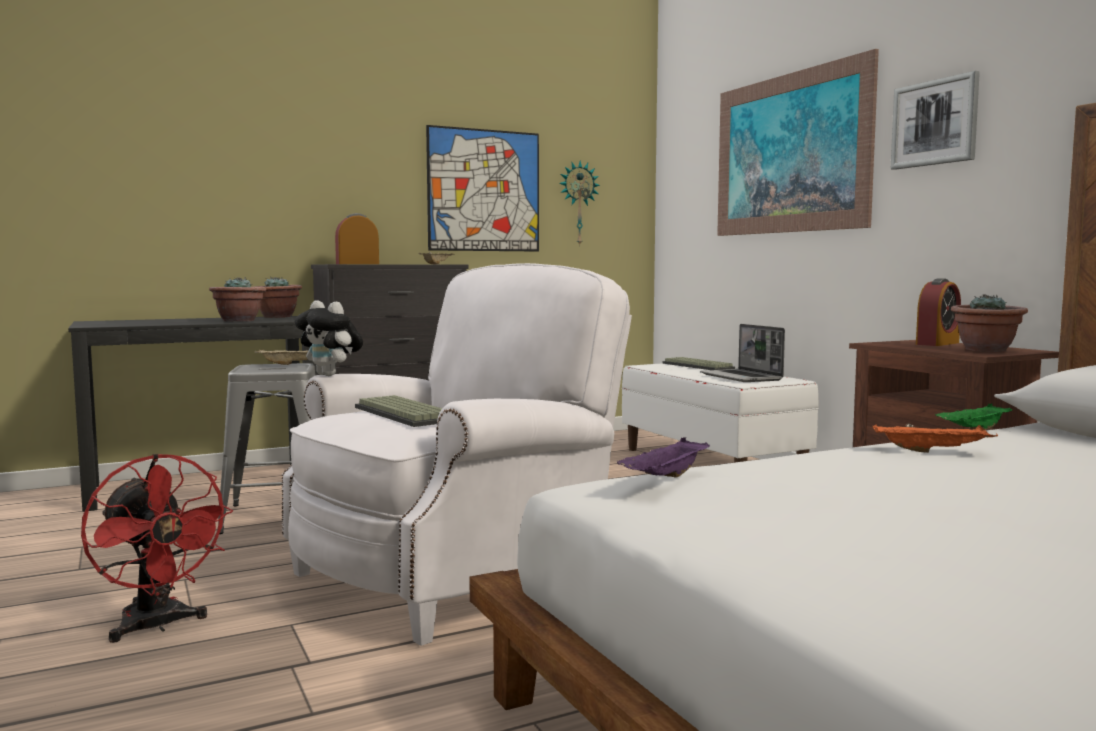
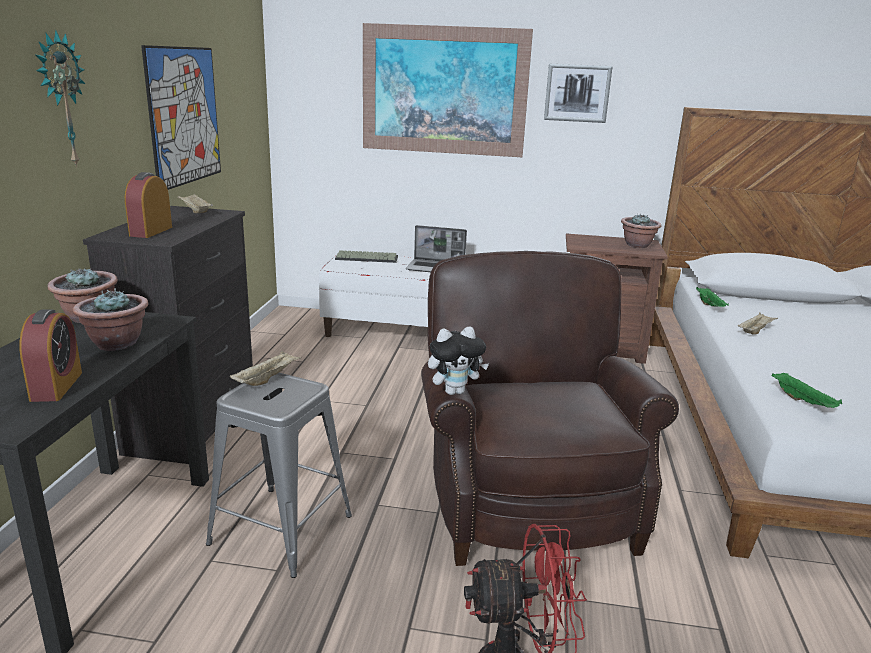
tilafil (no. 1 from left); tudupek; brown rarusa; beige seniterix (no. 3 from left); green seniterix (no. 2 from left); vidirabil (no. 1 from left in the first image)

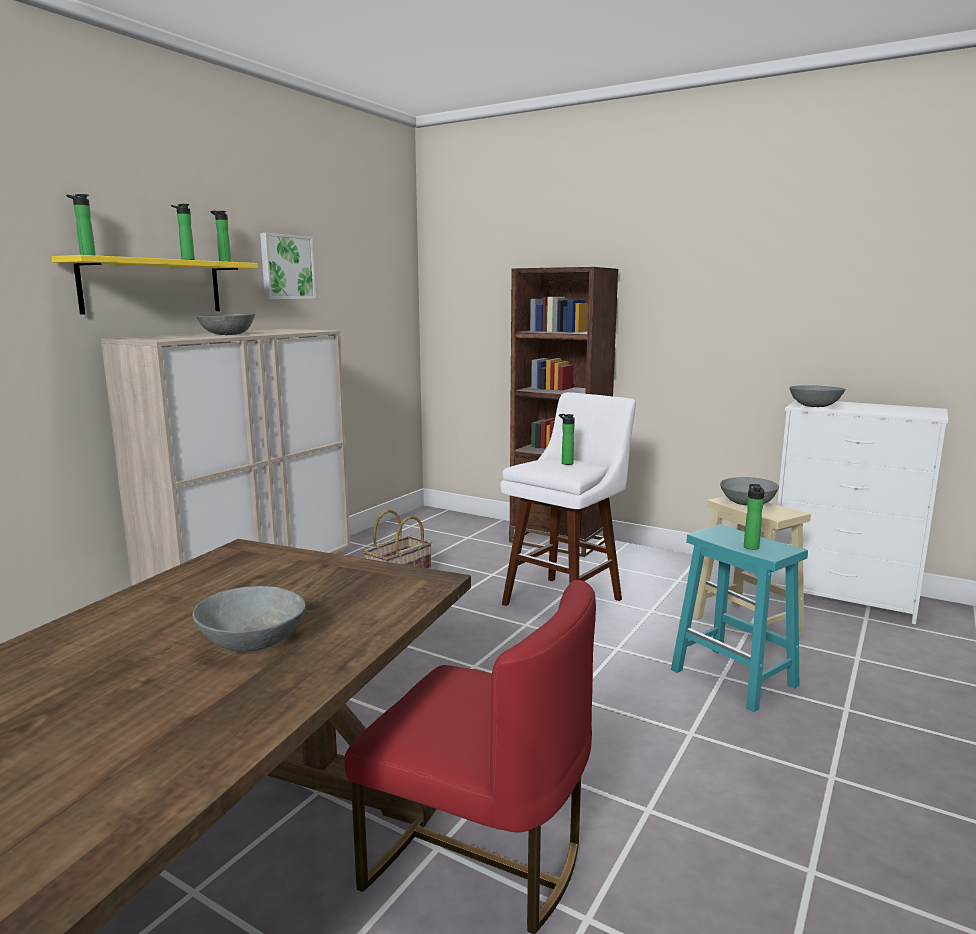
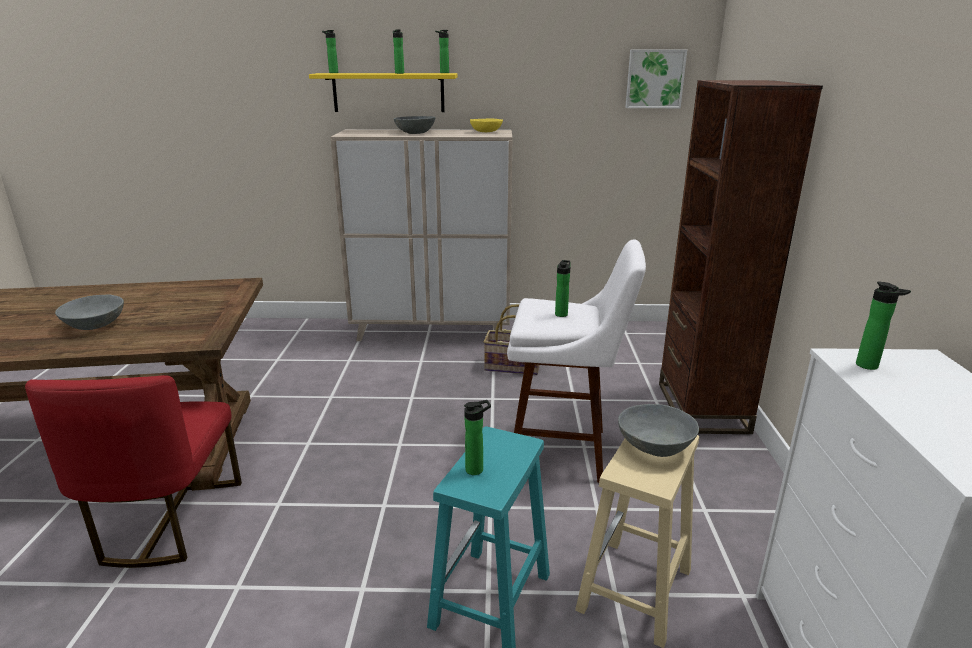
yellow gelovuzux; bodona; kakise (no. 6 from left)

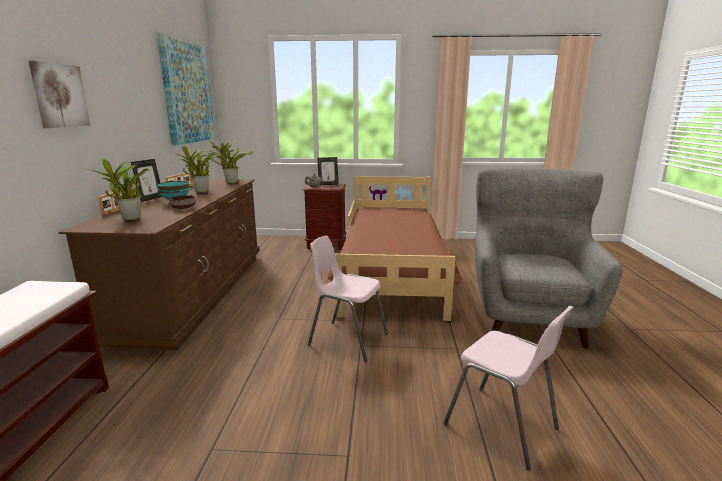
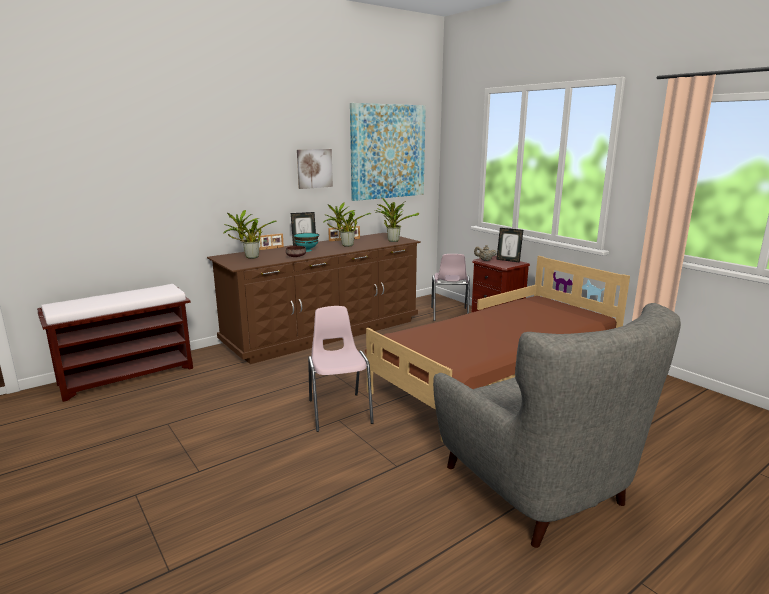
bodona (no. 1 from left); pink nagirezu (no. 2 from left); grey rarusa

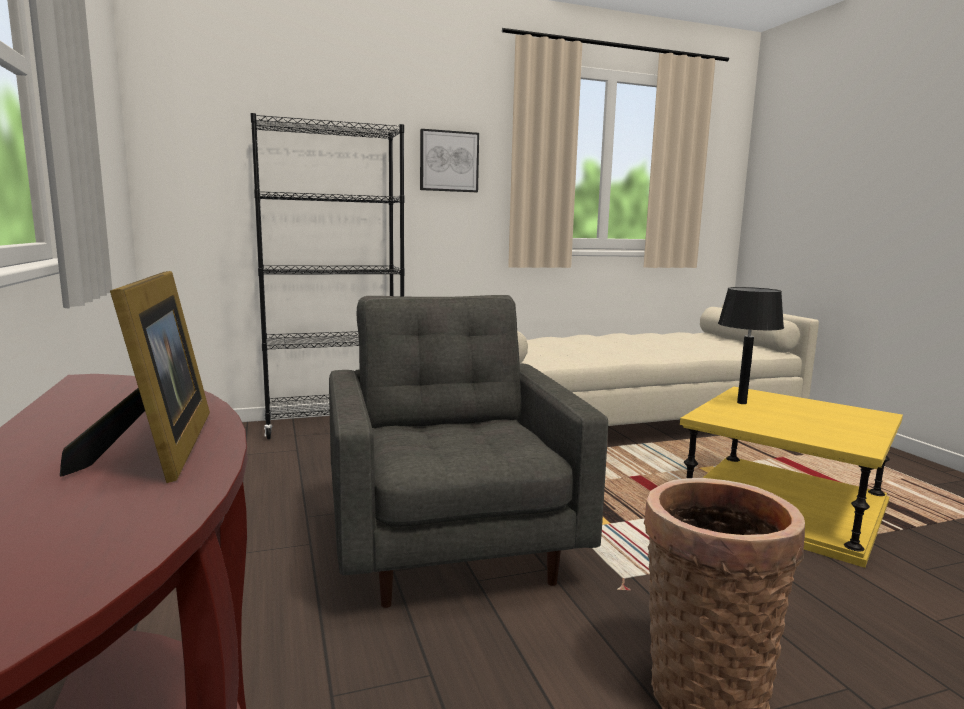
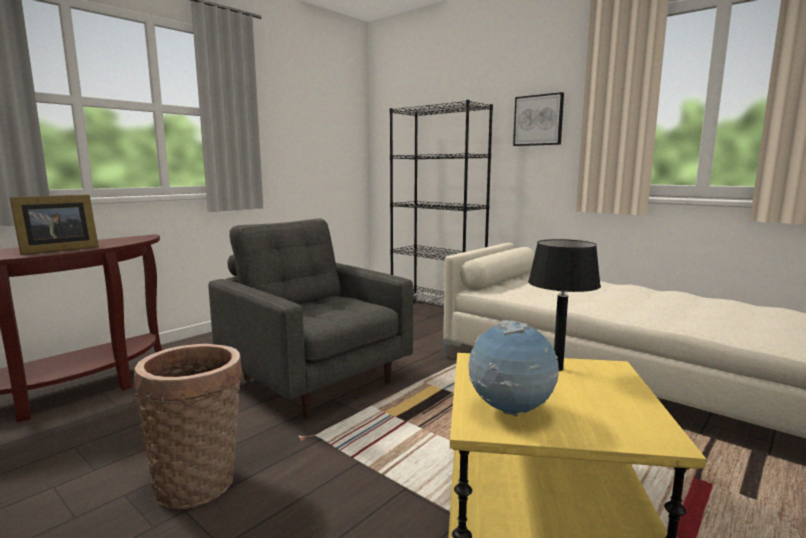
grey rarusa; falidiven

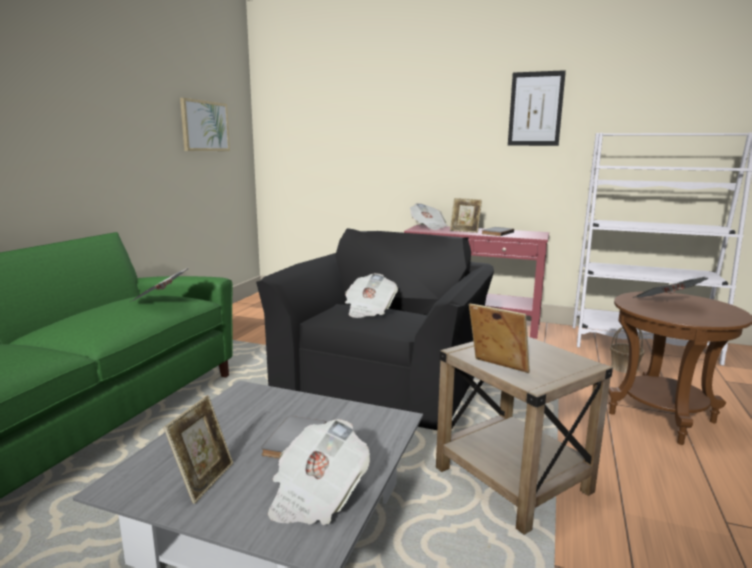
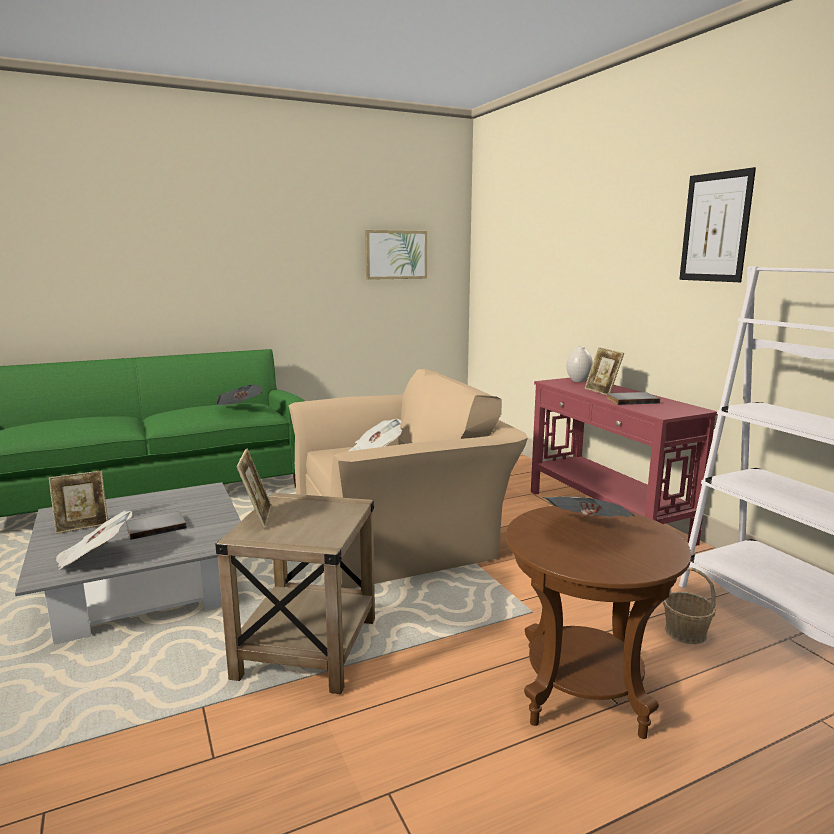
beige rarusa; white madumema

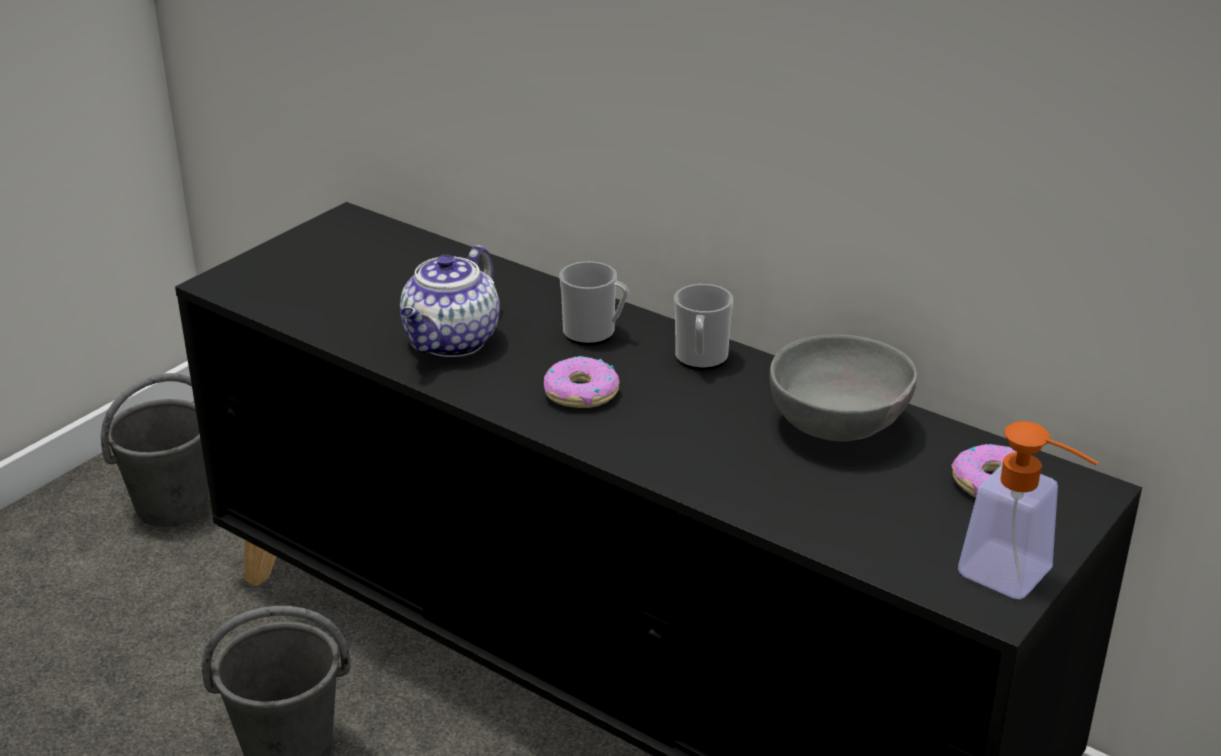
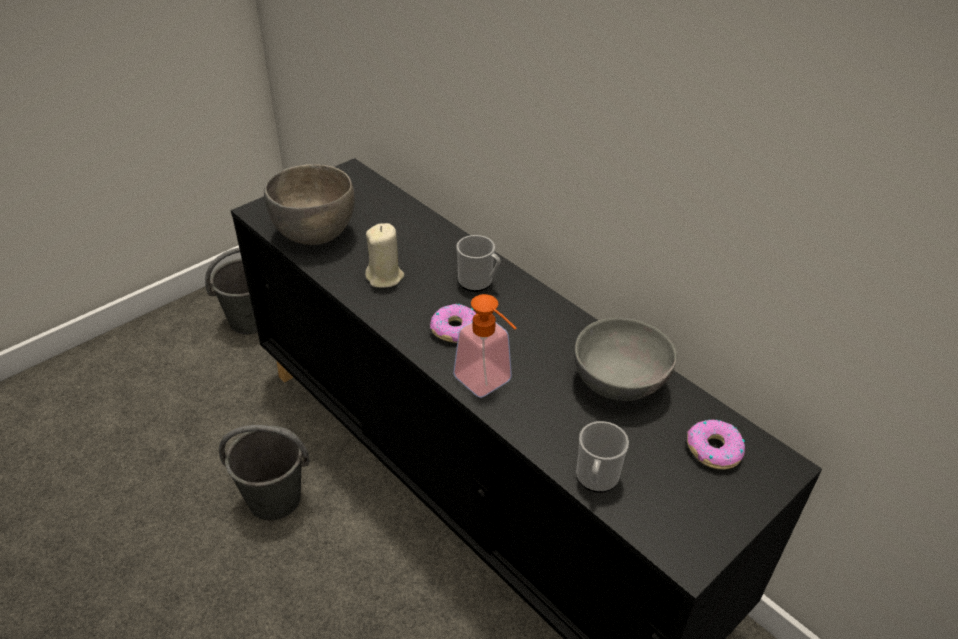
grey gelovuzux (no. 1 from left); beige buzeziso; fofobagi; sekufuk (no. 2 from left)

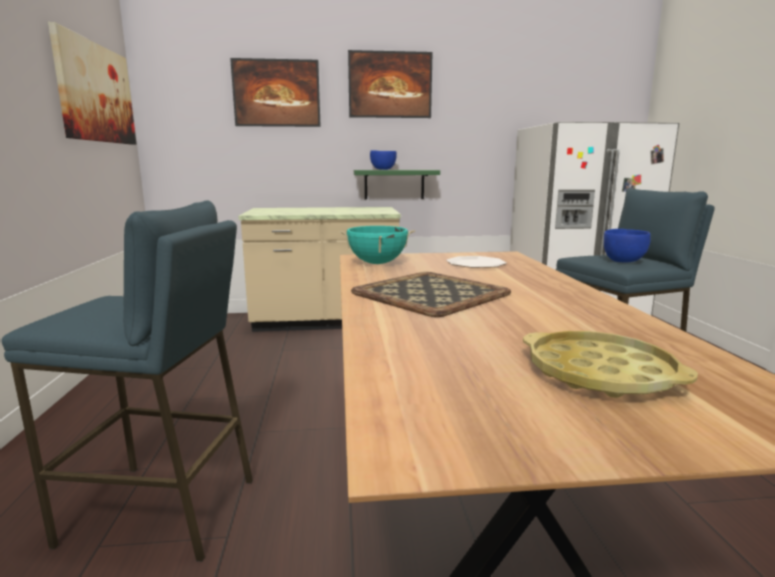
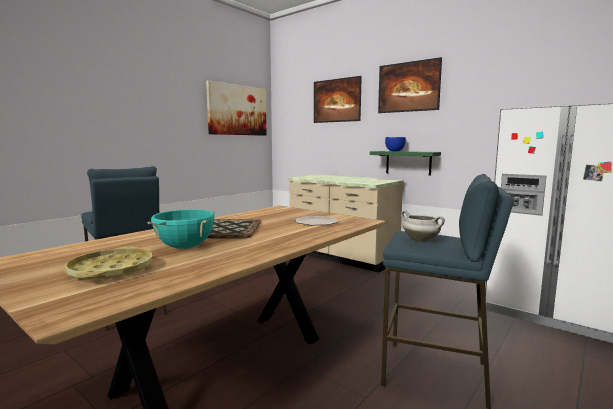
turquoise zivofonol; white zivofonol

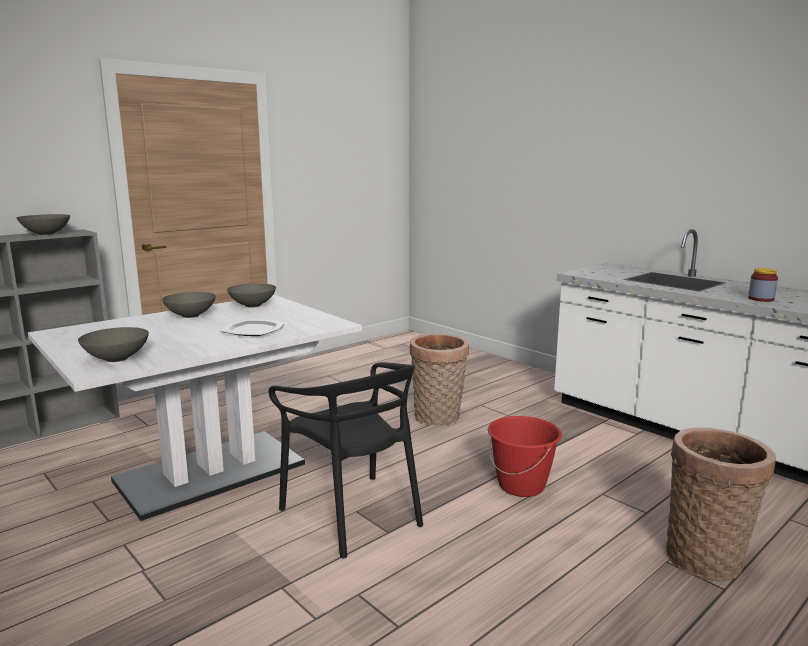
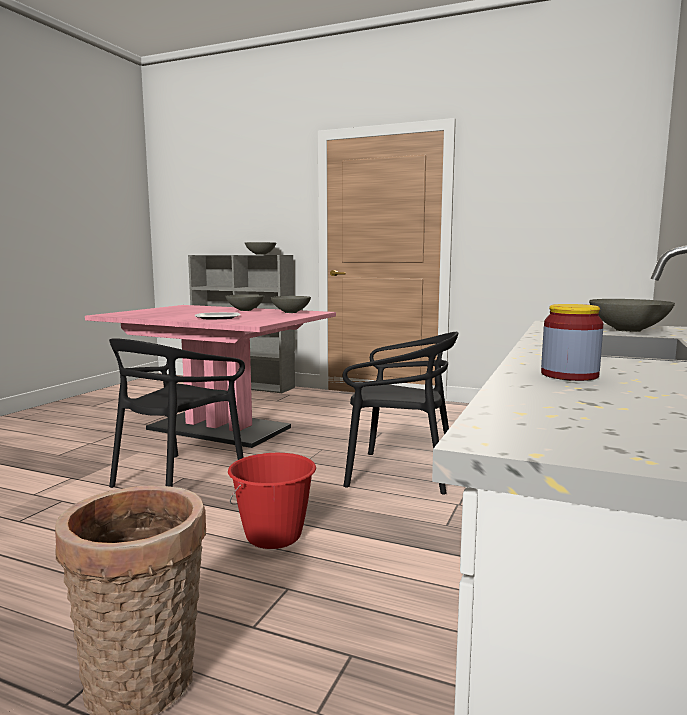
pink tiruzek; black nagirezu (no. 2 from left); grey gelovuzux (no. 4 from left)

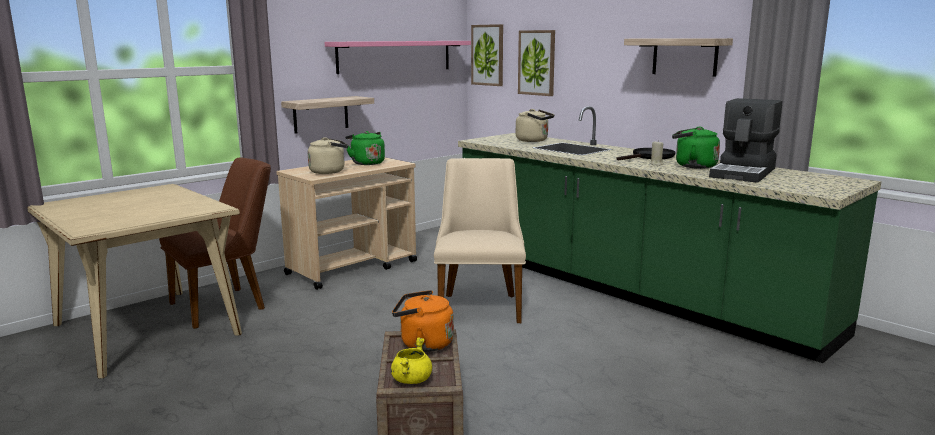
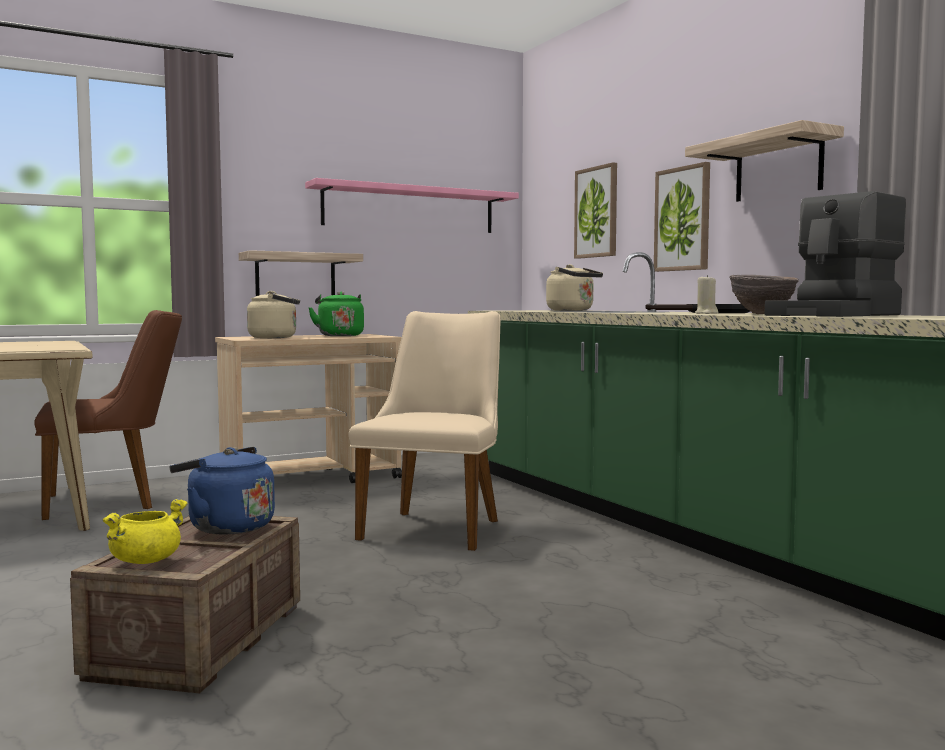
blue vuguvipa; bodona (no. 2 from left); brown gelovuzux

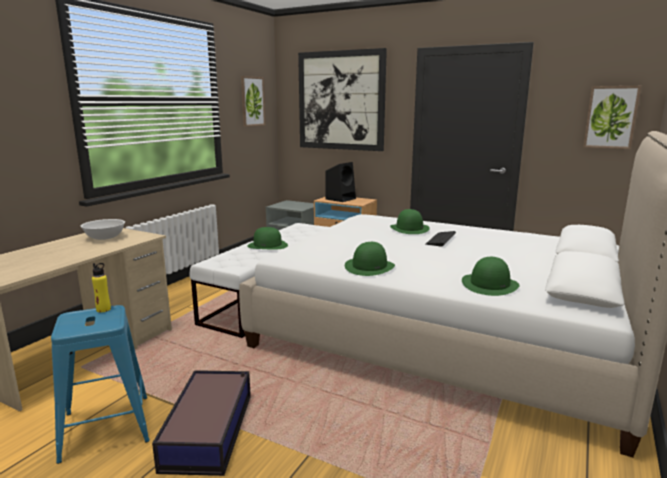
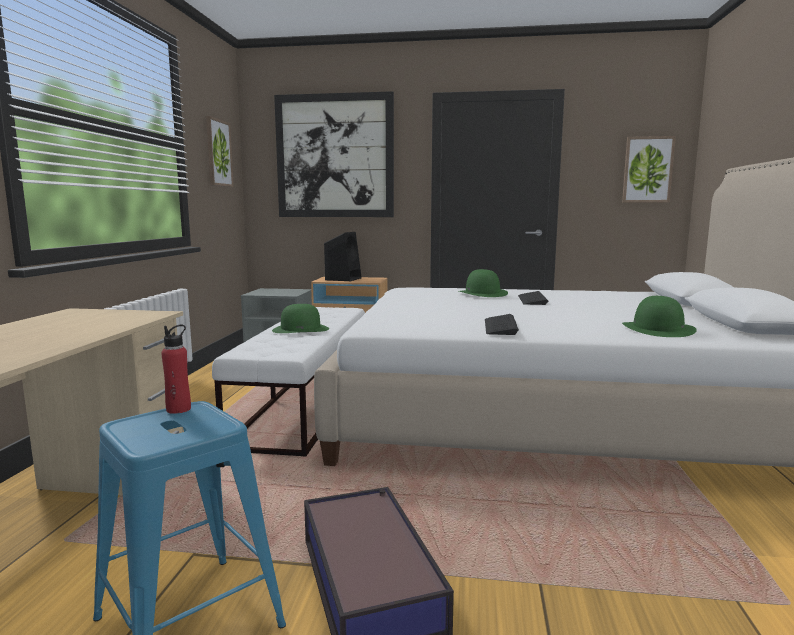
red kakise; vidirabil (no. 1 from left); white gelovuzux

